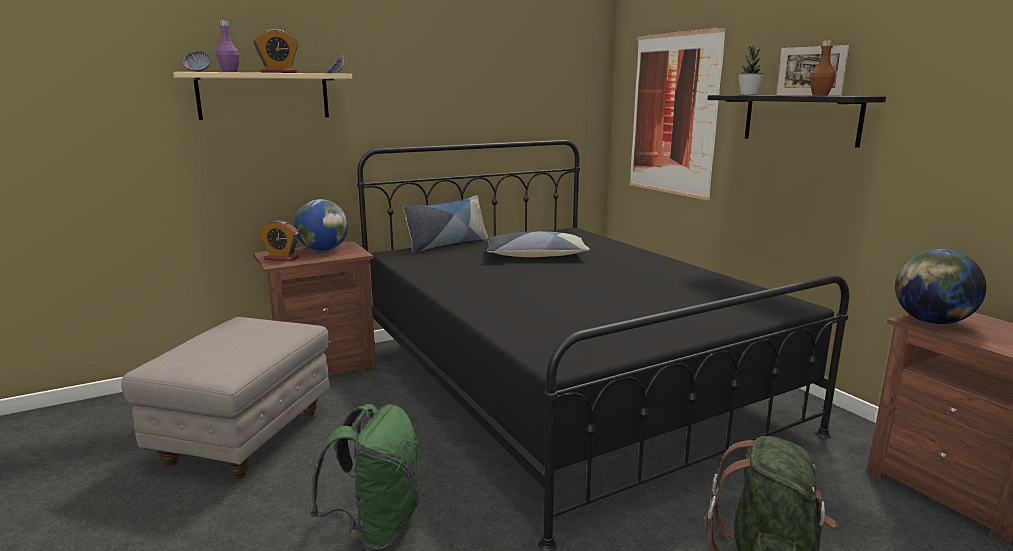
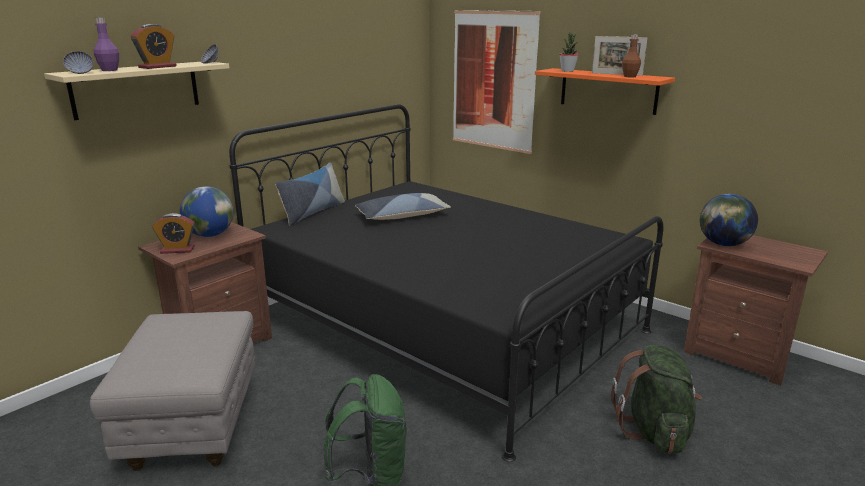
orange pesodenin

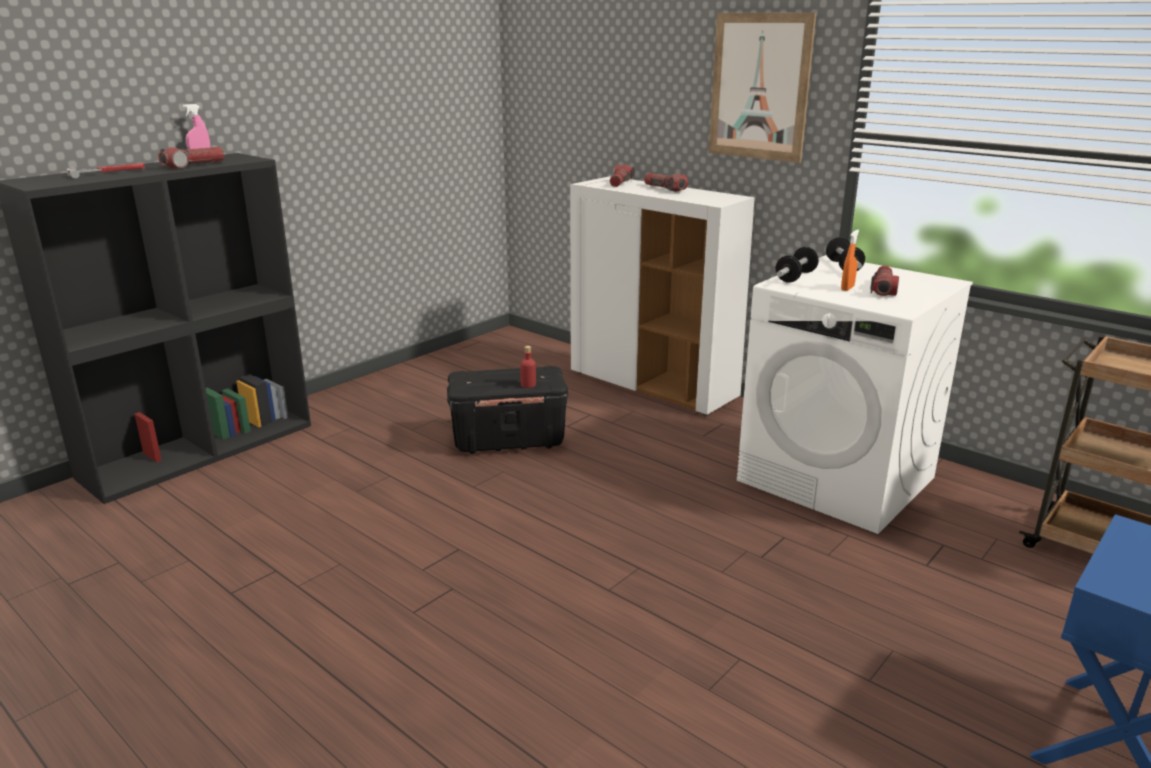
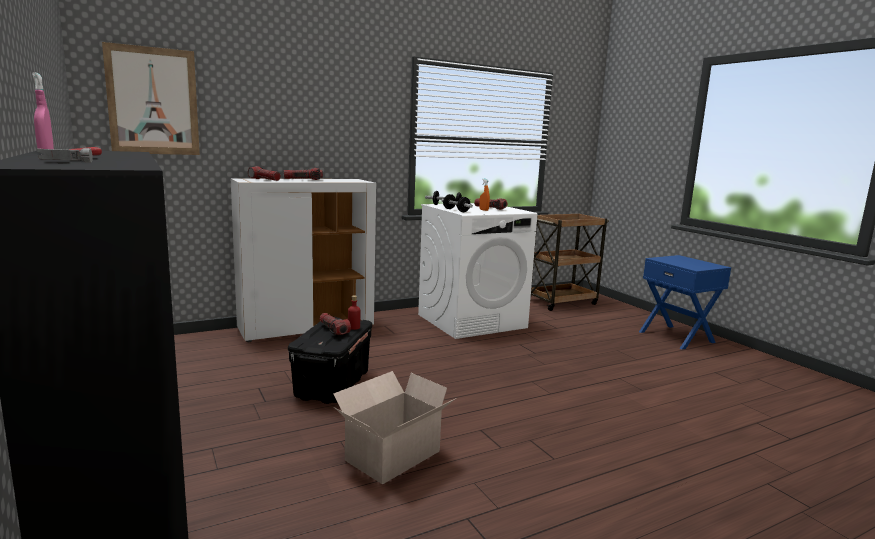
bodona; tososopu (no. 3 from left); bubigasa

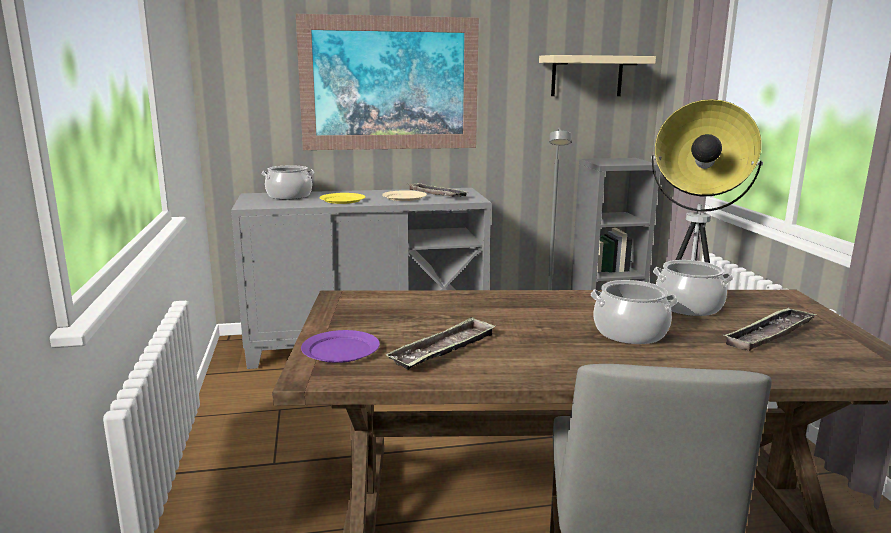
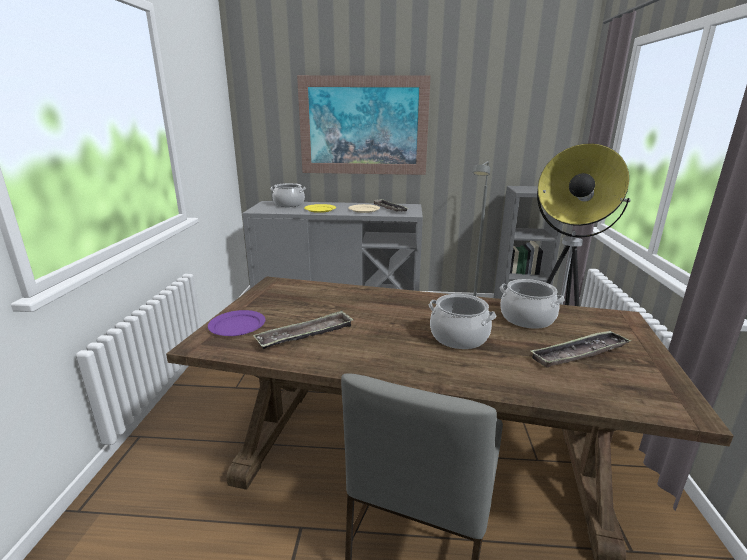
beige pesodenin

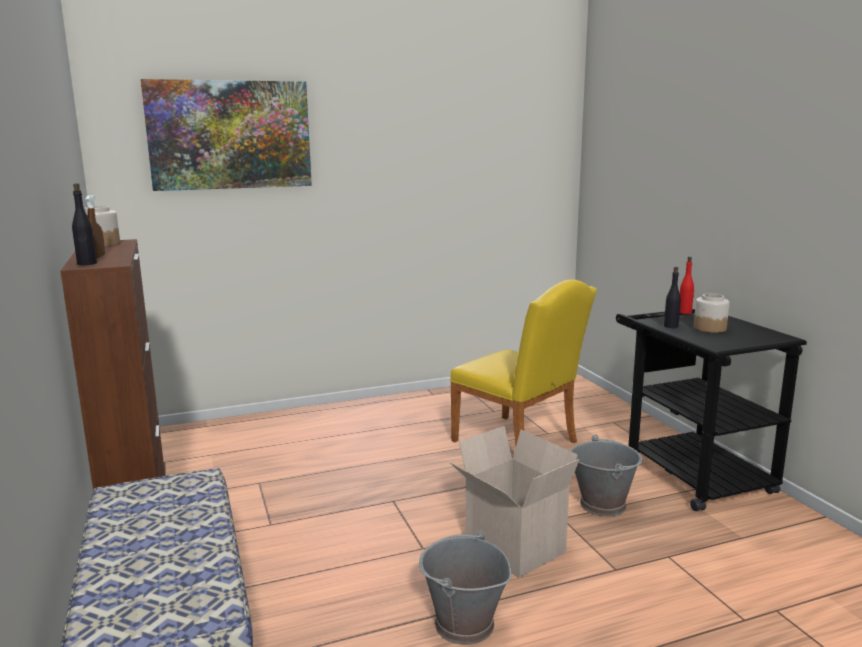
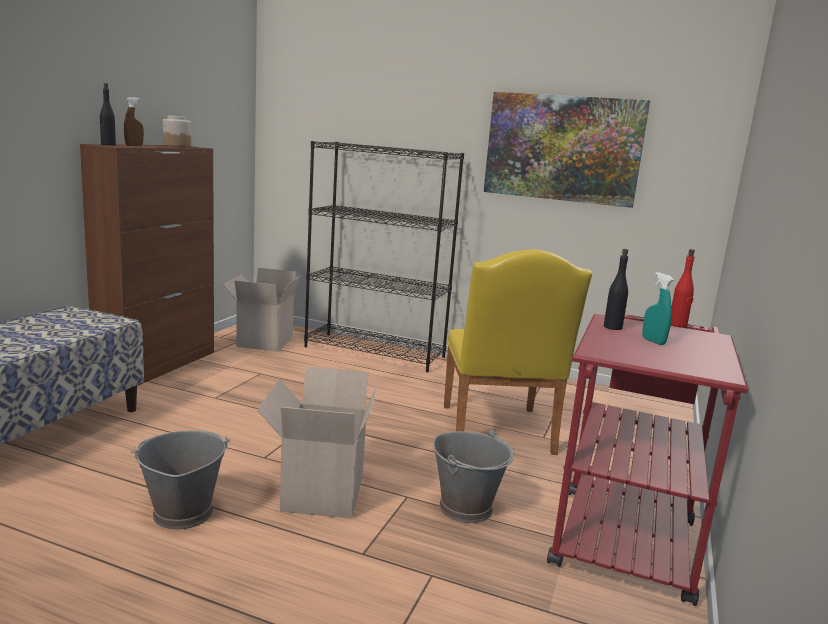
bubigasa (no. 1 from left); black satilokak; bodona; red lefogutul; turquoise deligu

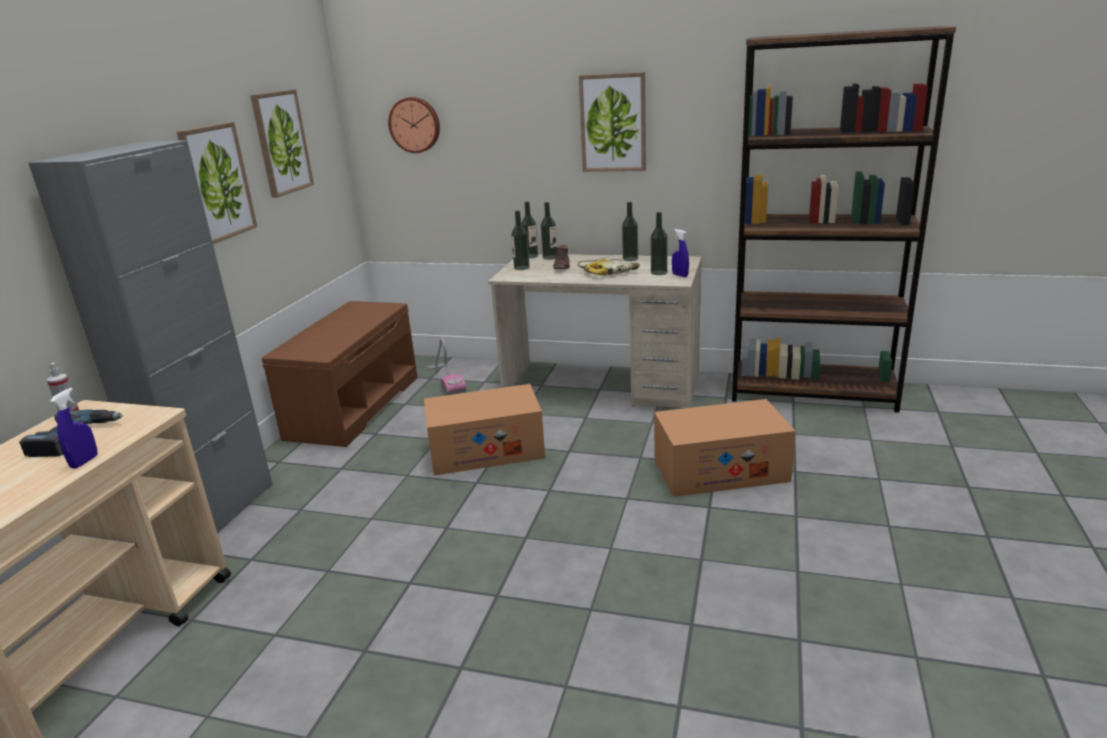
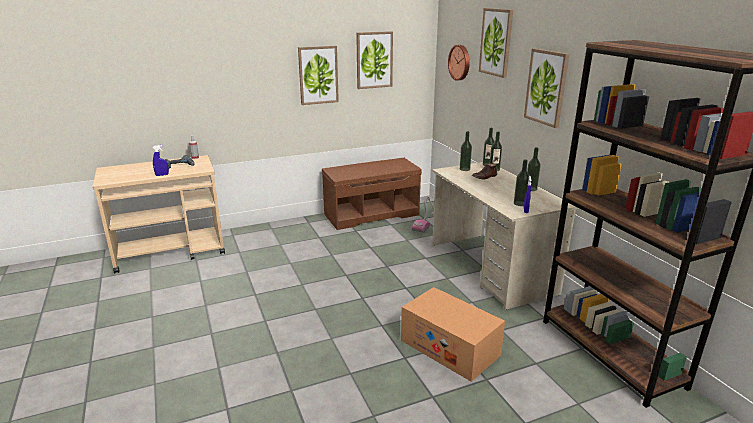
bodona (no. 3 from left); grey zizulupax; bubigasa (no. 1 from left in the first image); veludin (no. 2 from left in the first image)

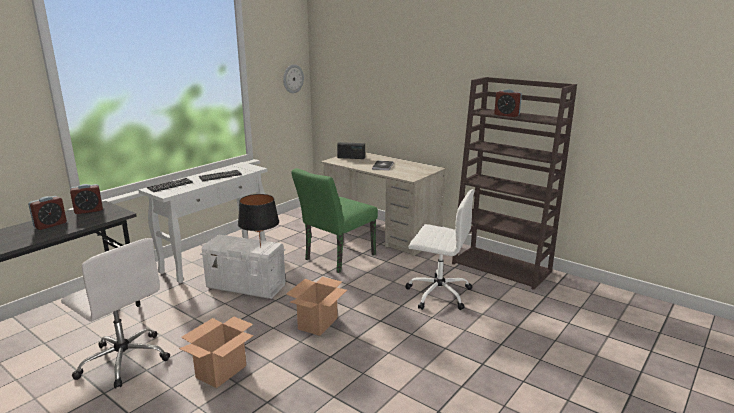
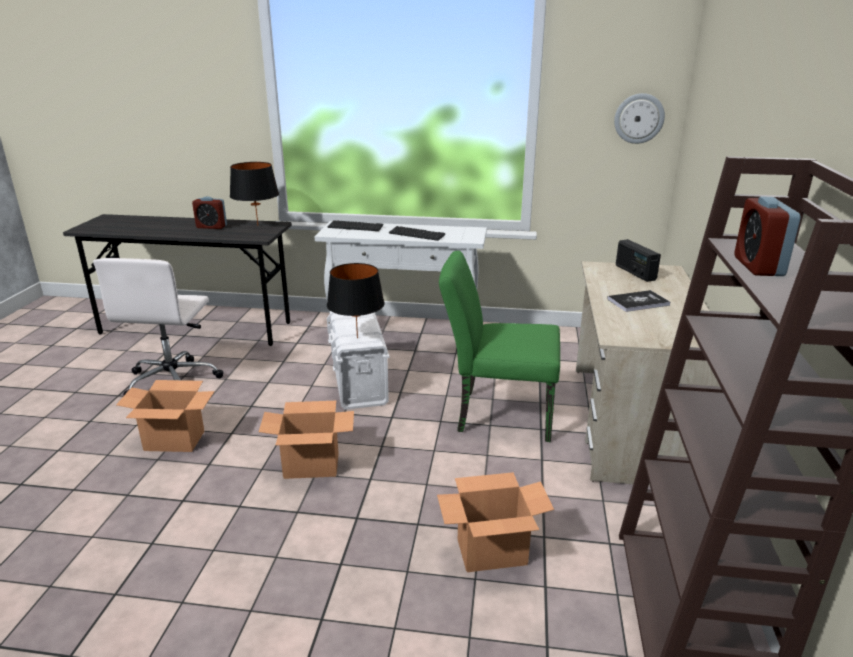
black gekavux (no. 1 from left); bubigasa (no. 3 from left)

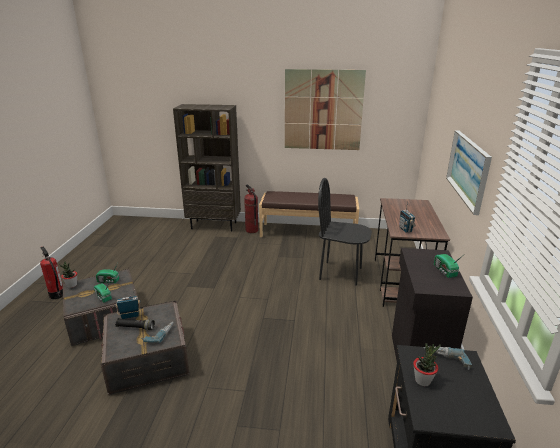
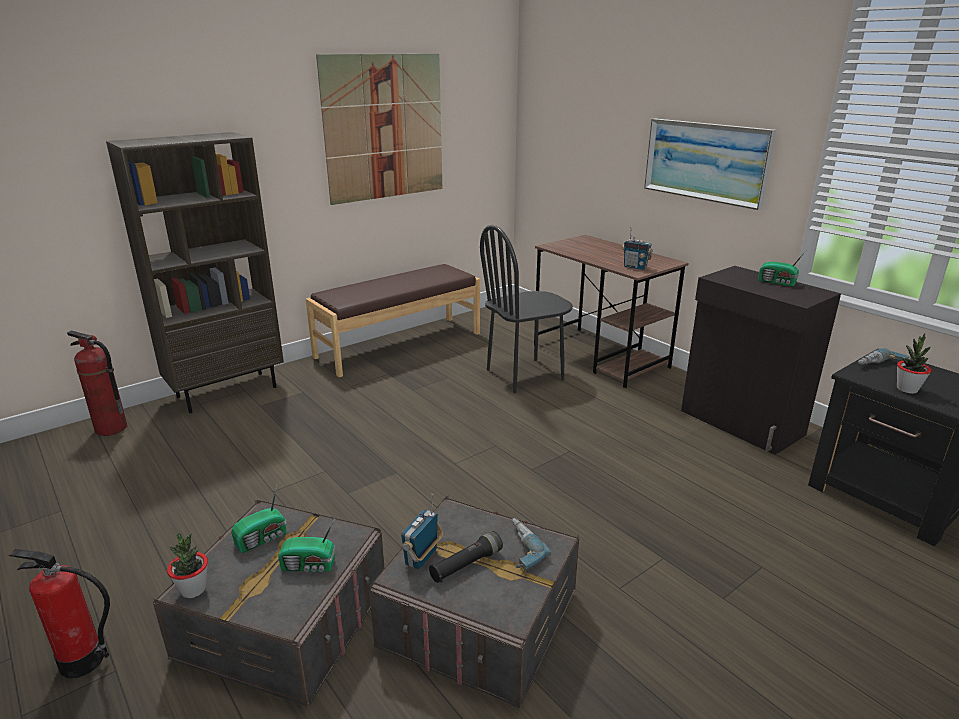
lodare (no. 2 from left)

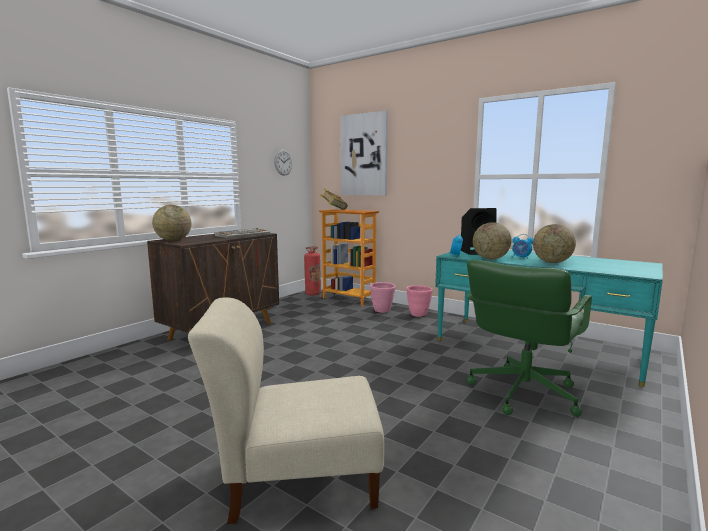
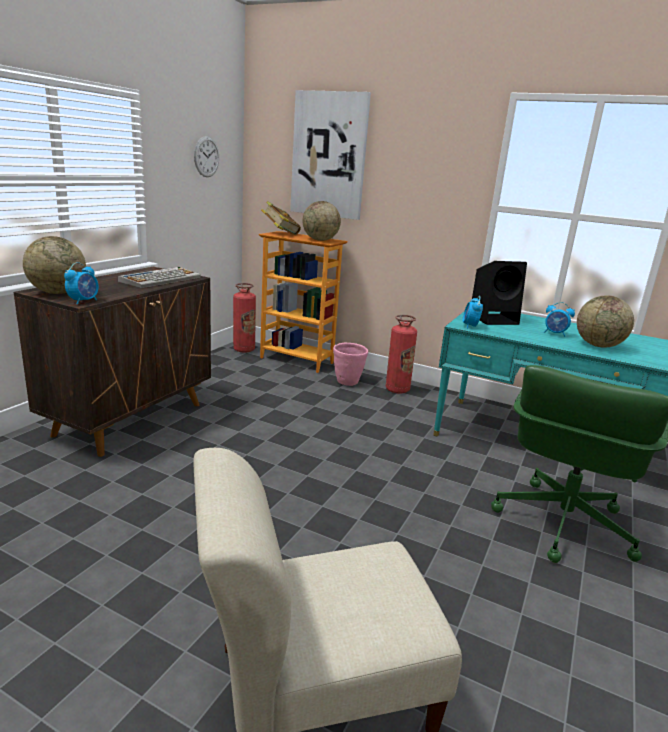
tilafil (no. 1 from left); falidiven (no. 2 from left); lodare (no. 2 from left)

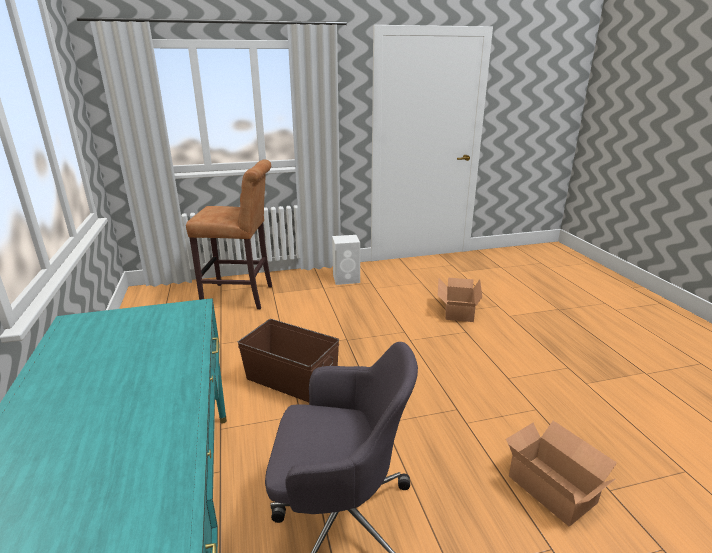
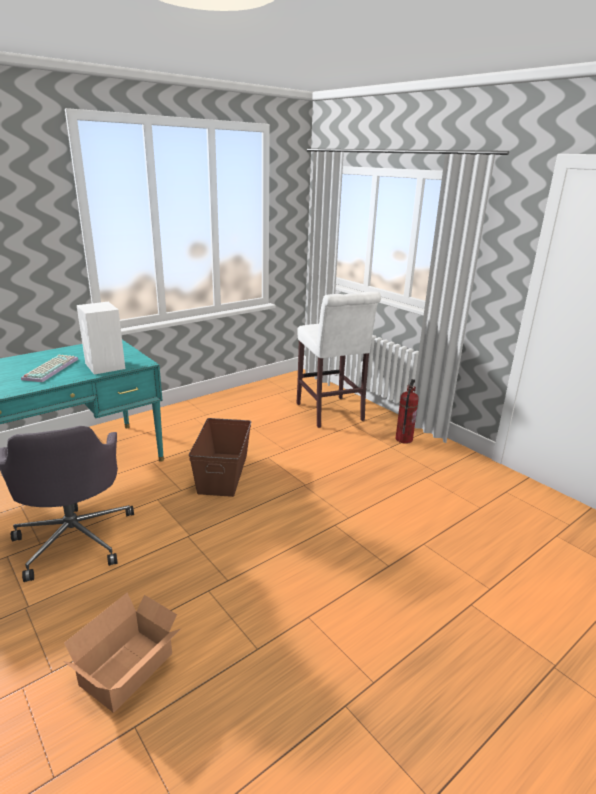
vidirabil; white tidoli; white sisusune; lodare; bubigasa (no. 1 from left in the first image)

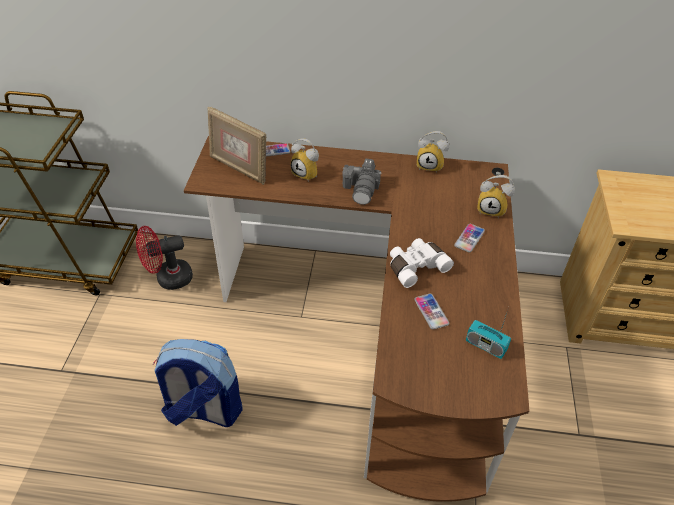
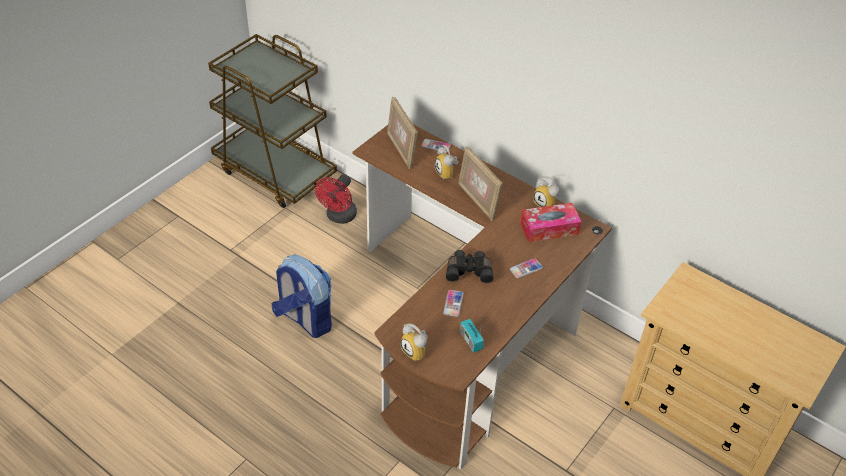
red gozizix; tilafil (no. 1 from left); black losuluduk; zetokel (no. 2 from left); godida

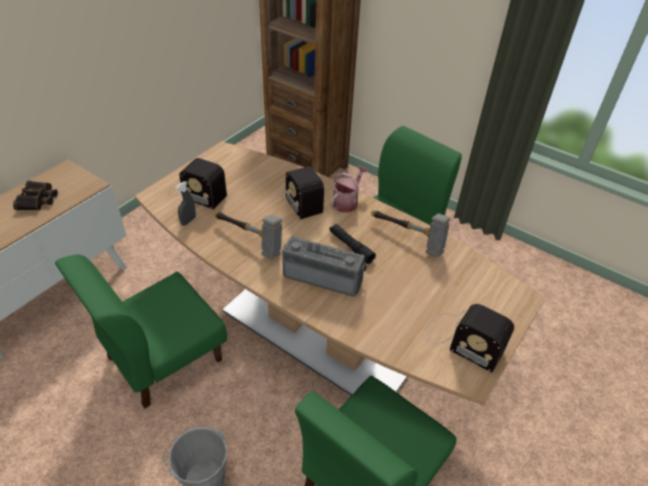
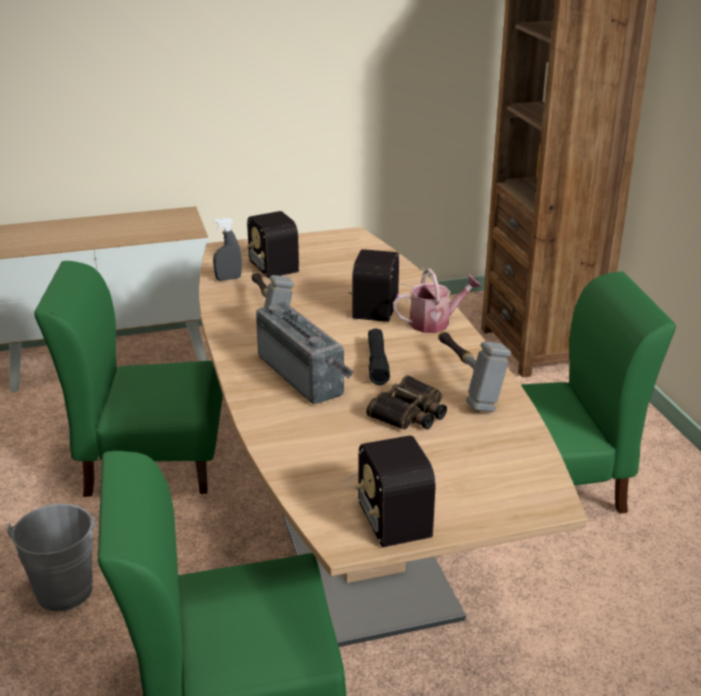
losuluduk

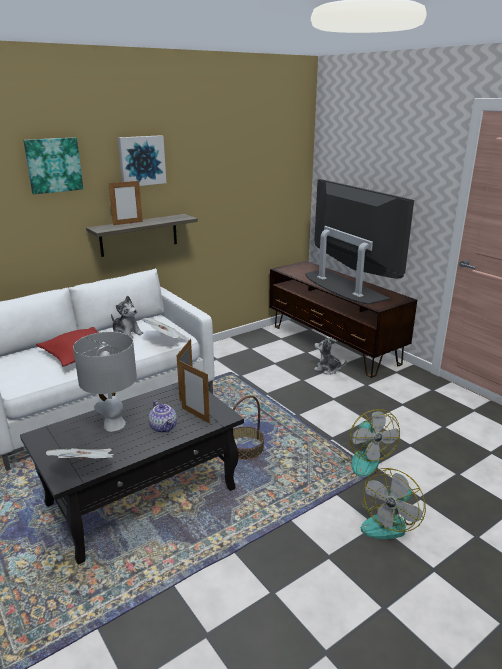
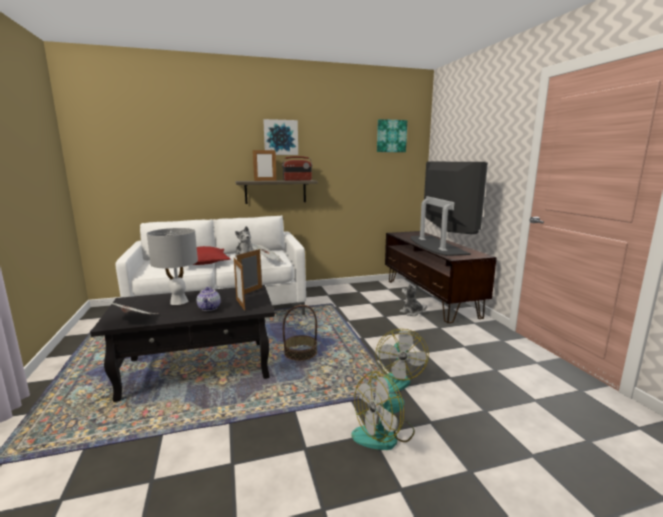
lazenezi; bodona (no. 2 from left)

